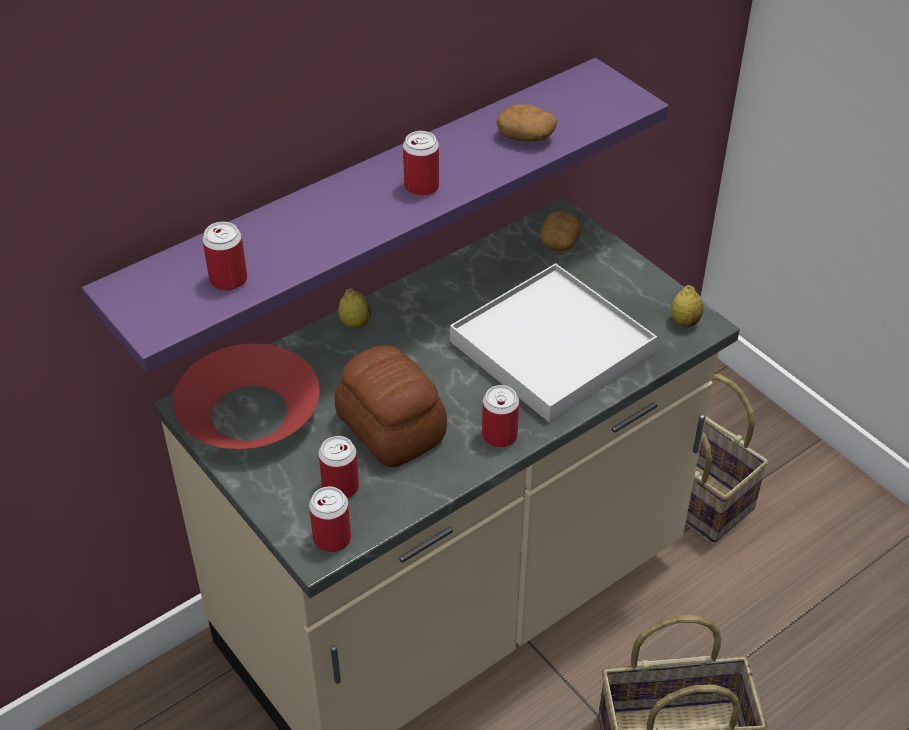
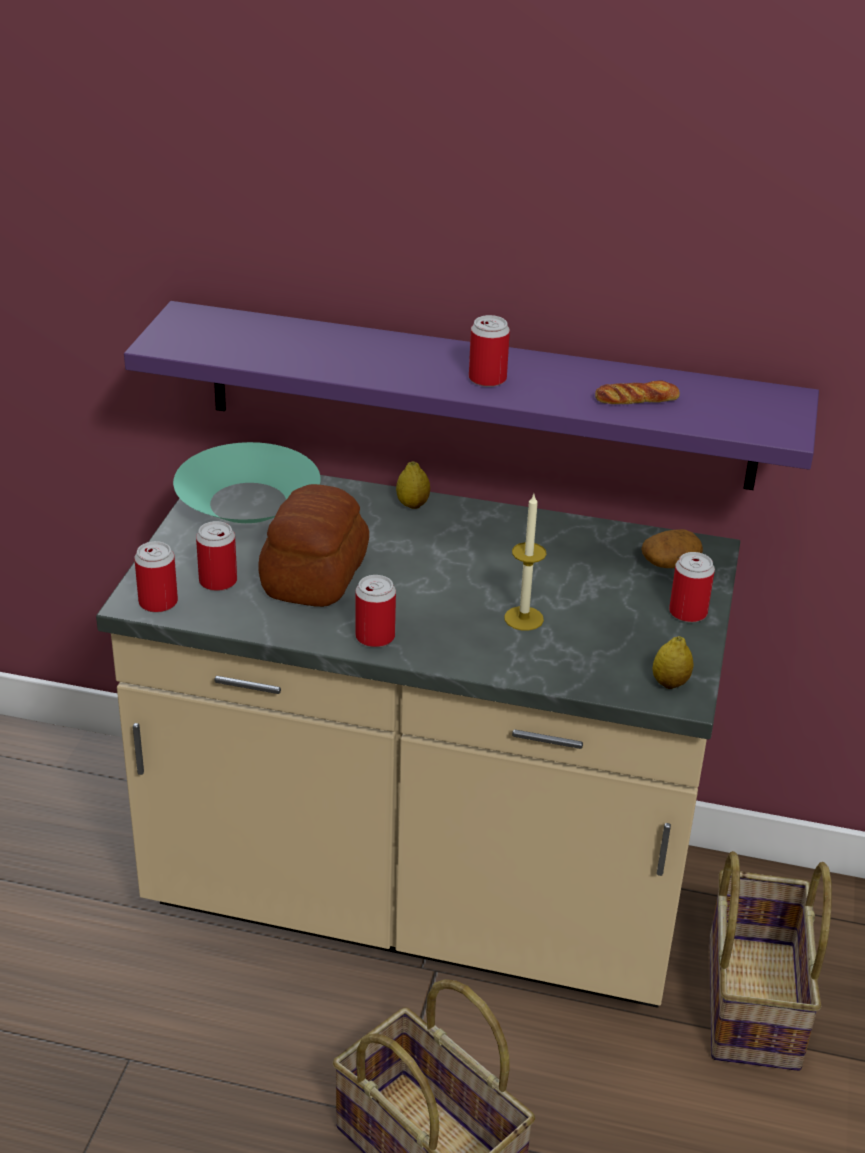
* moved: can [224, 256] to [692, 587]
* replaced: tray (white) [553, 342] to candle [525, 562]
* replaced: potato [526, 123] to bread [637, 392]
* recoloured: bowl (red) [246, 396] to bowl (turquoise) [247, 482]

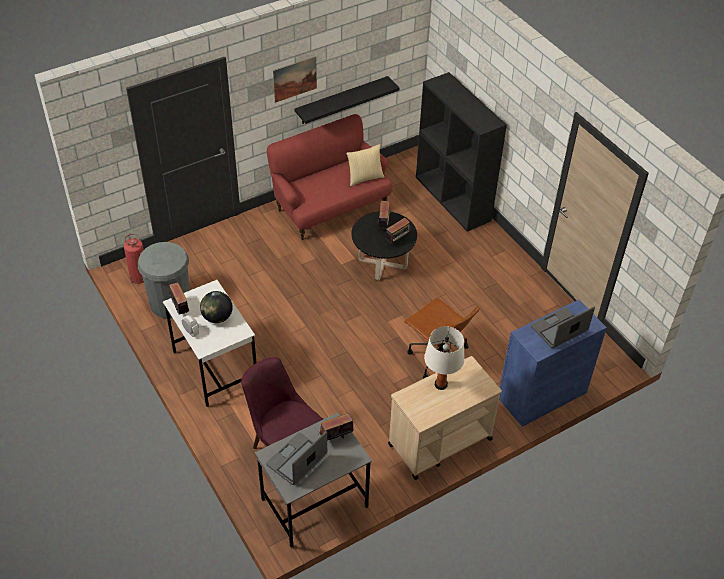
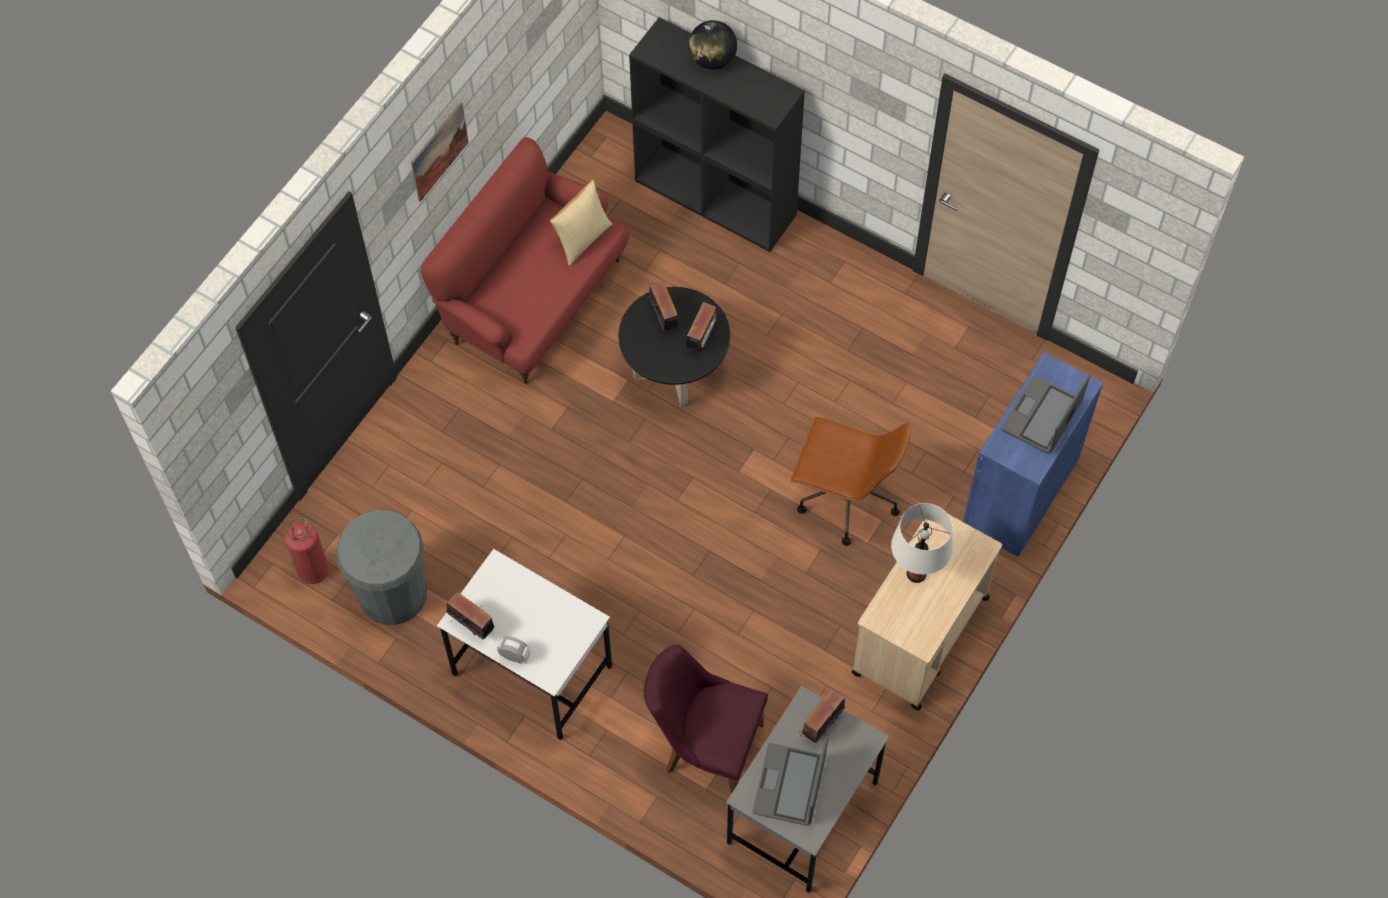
* removed: shelf (black) [347, 100]
* moved: globe [216, 307] to [712, 45]

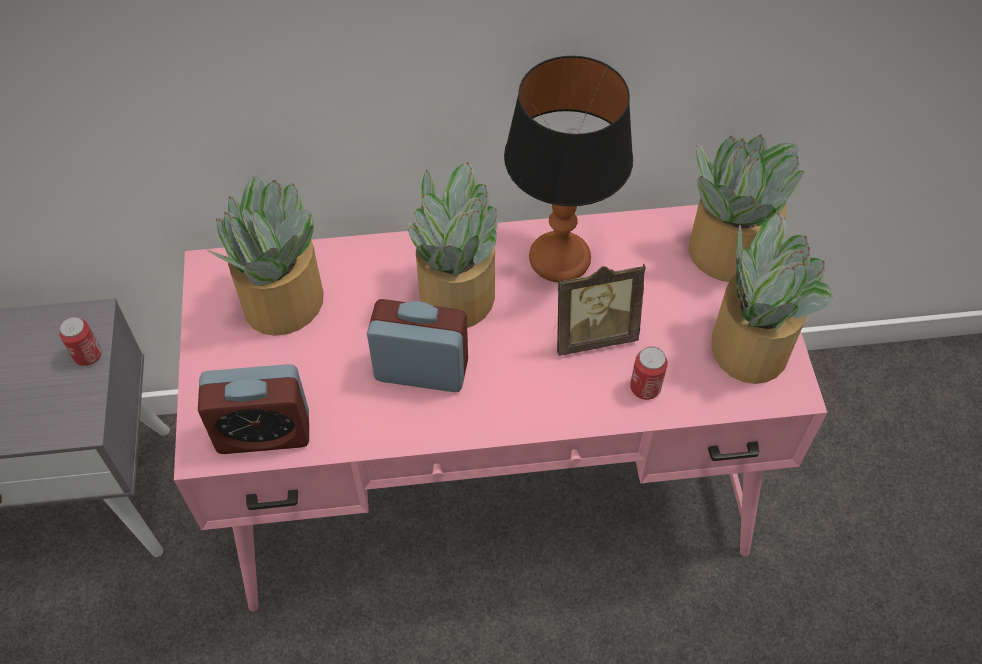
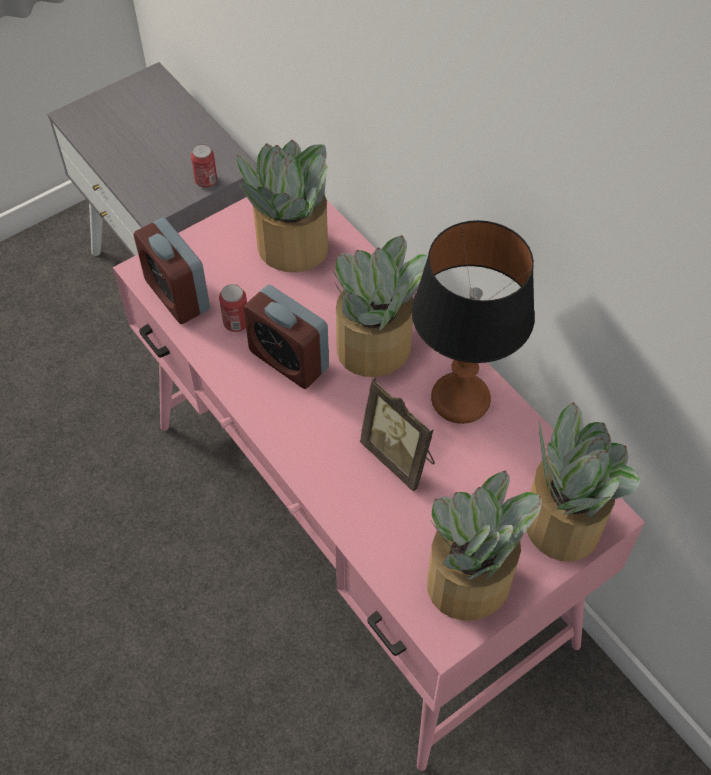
* moved: can [649, 373] to [233, 308]
* turned: alarm clock [417, 345] = [286, 337] 150 degrees clockwise

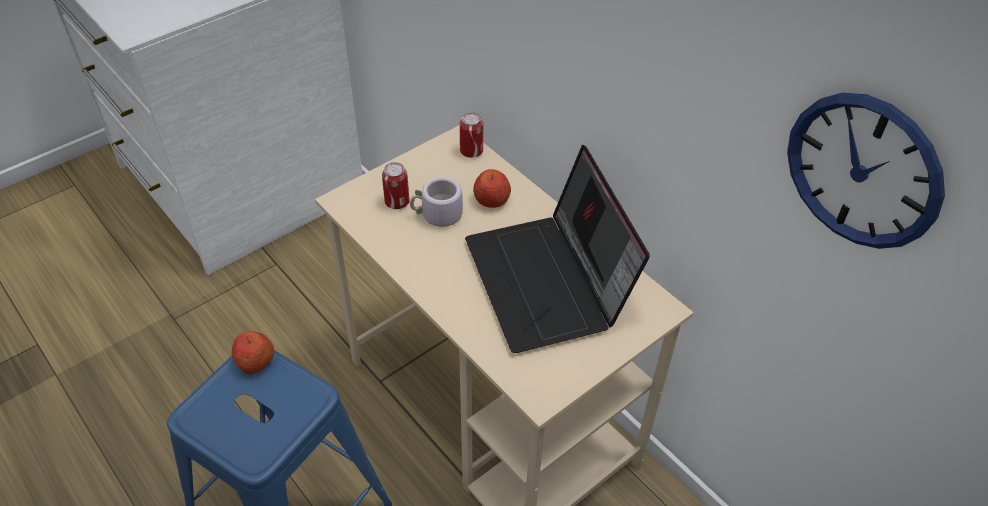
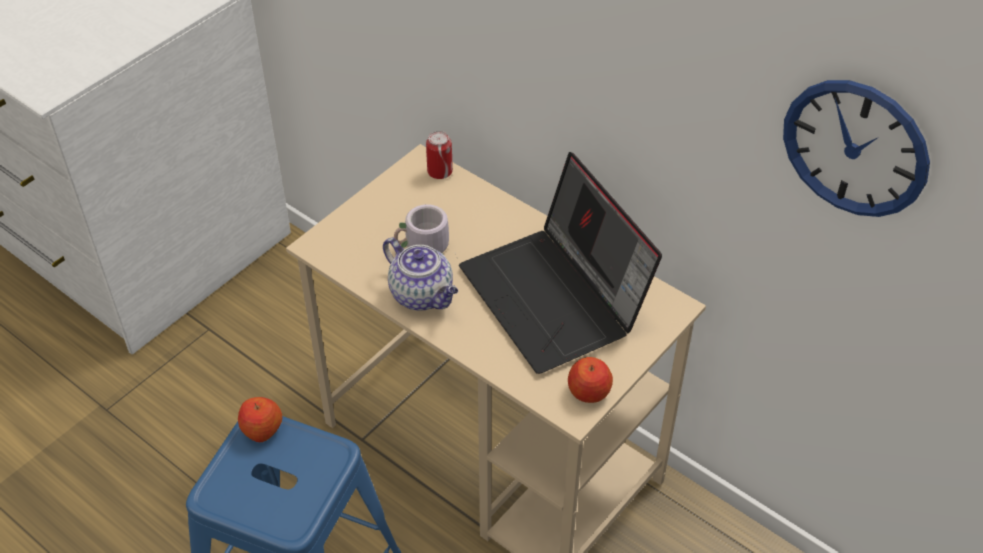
* removed: can [395, 185]
* added: teapot [420, 274]
* moved: apple [492, 188] to [590, 380]

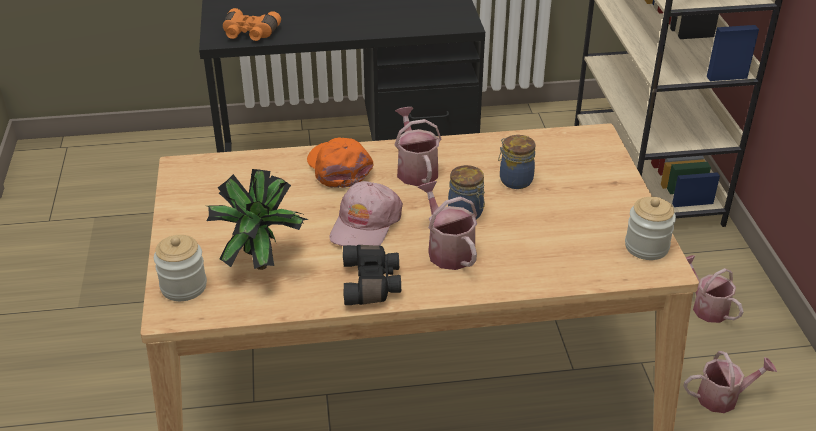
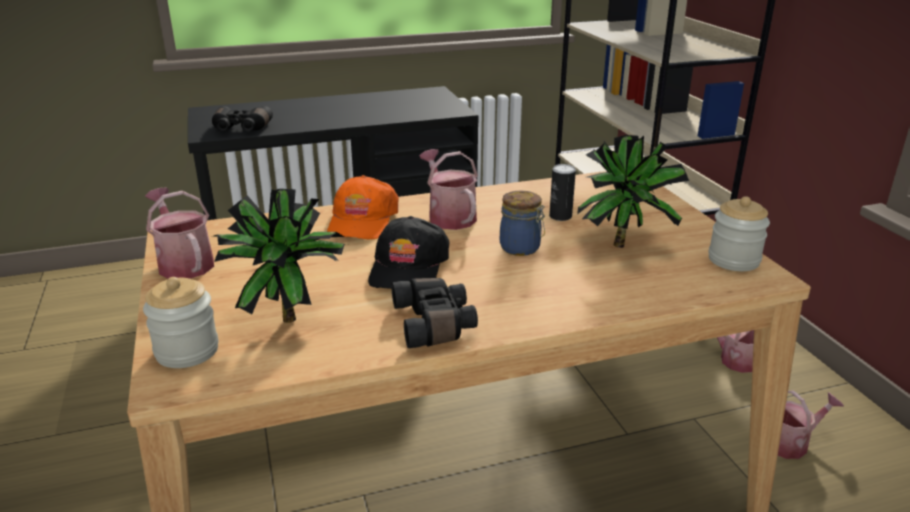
* added: potted plant [633, 191]
* moved: watering can [447, 225] to [179, 233]
* replaced: jar [517, 162] to can [562, 192]
* recoloured: binoculars (orange) [252, 24] to binoculars (black) [242, 119]
* recoloured: cap (pink) [366, 213] to cap (black) [408, 252]
* turned: cap (orange) [340, 163] = [363, 207] 135 degrees counterclockwise

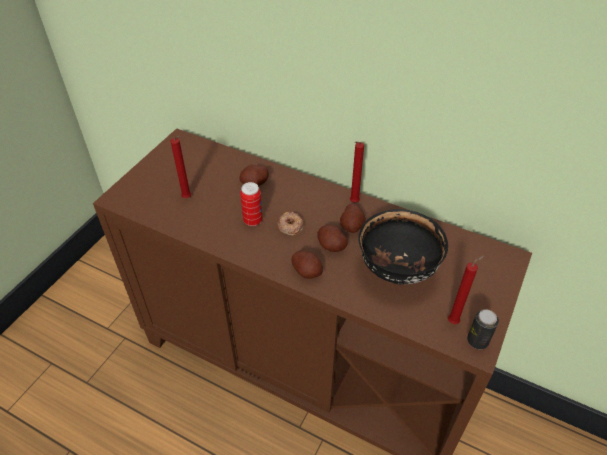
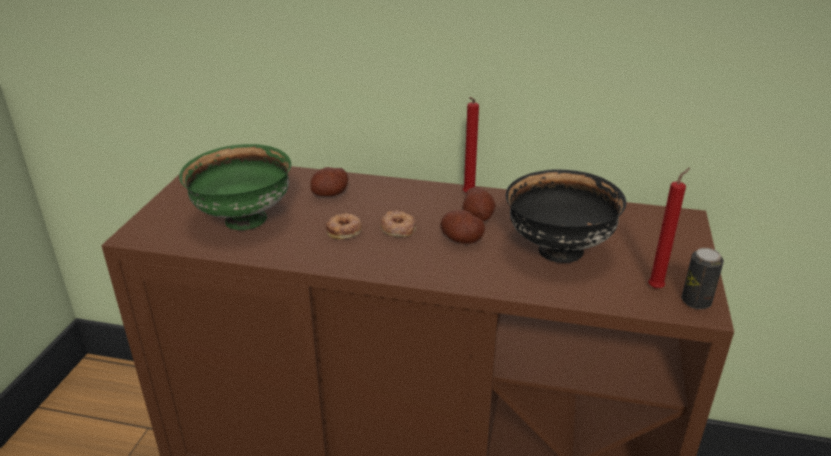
* removed: potato [307, 264]
* replaced: candle (red) [181, 167] to bowl (green) [235, 187]
* replaced: can [251, 204] to donut [344, 226]

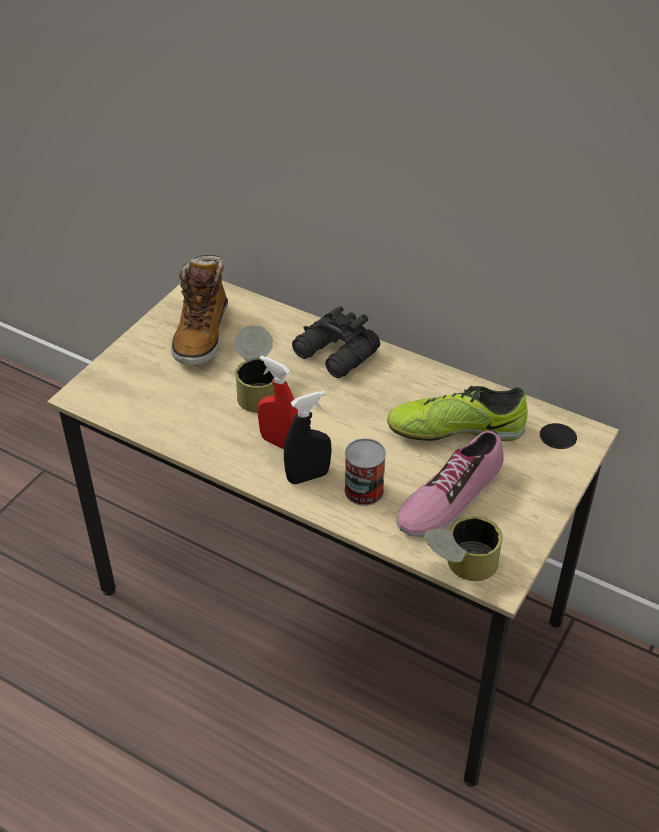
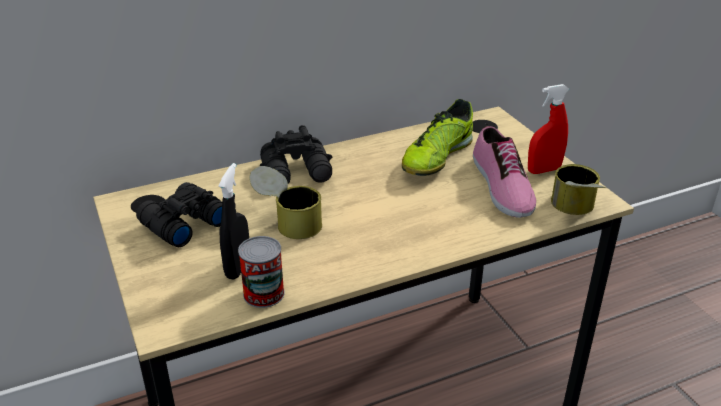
* moved: spray bottle (red) [278, 402] to [549, 129]
* moved: spray bottle (black) [307, 437] to [234, 221]
* moved: can [365, 472] to [261, 272]
* replaced: boot [199, 310] to binoculars (black) [179, 214]

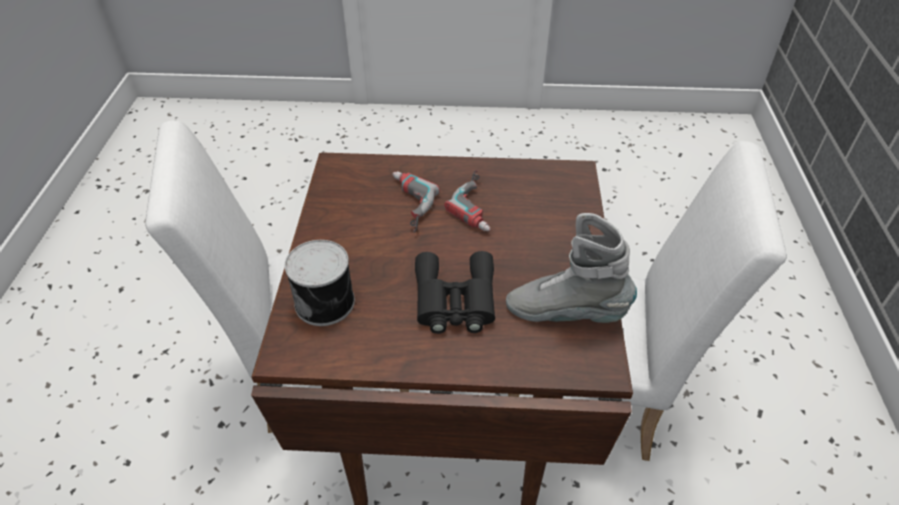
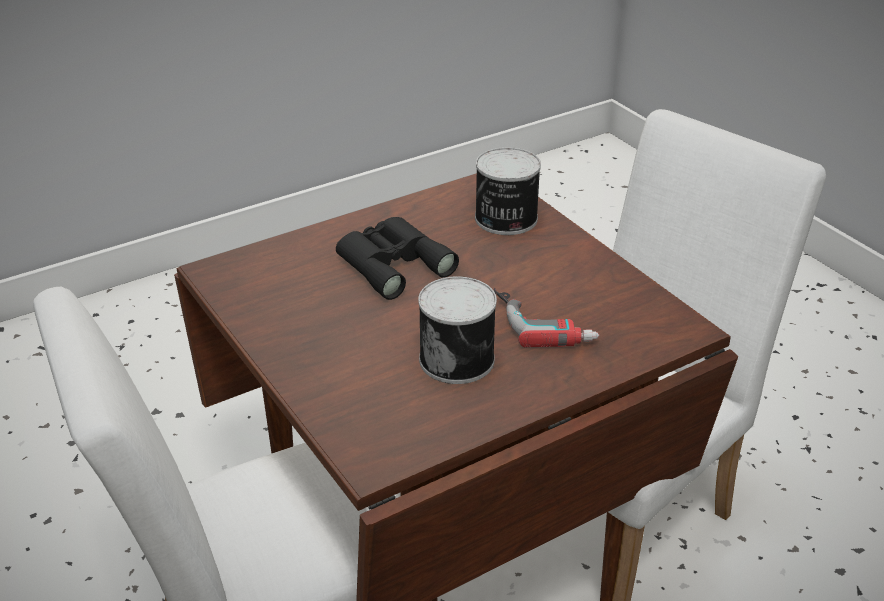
* removed: boot (grey) [571, 268]
* replaced: power drill [467, 200] to can [457, 330]

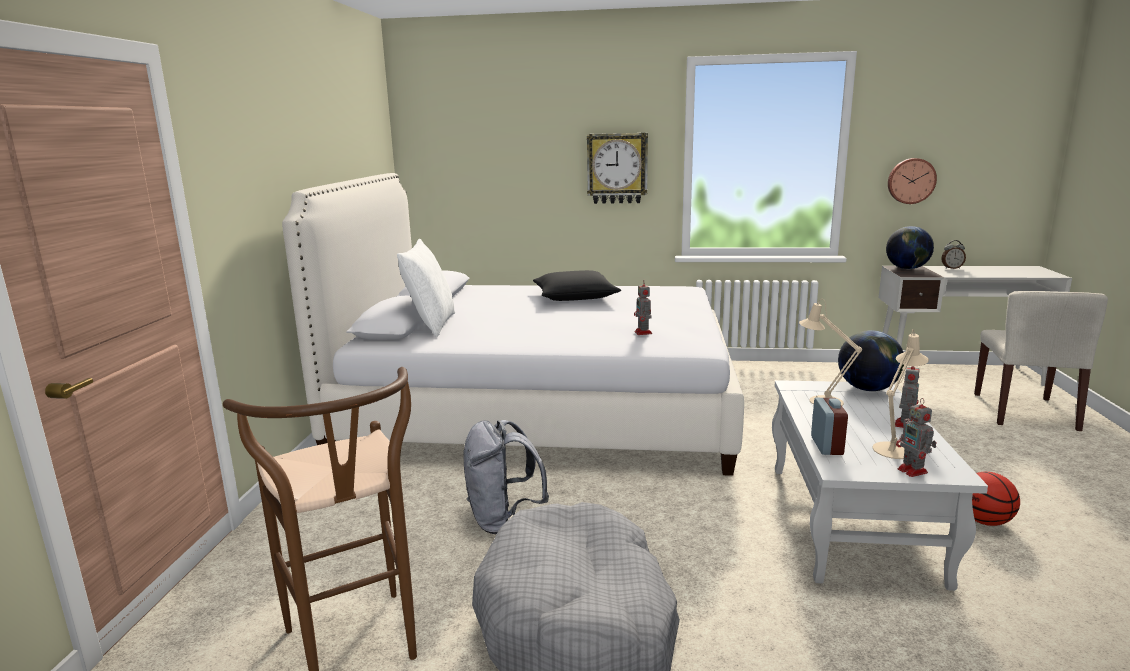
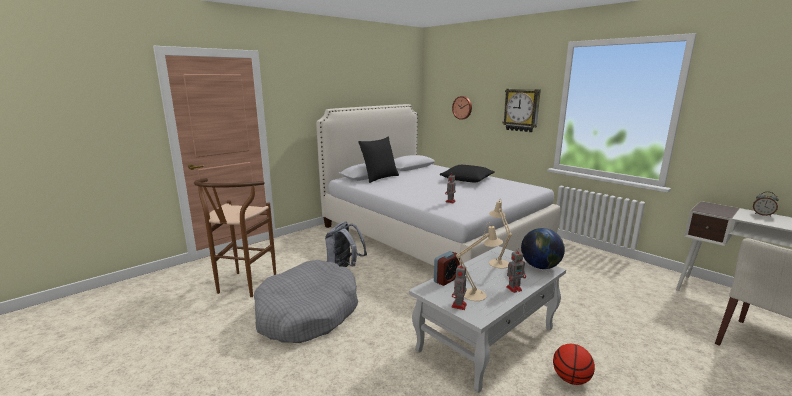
* removed: globe [910, 247]
* moved: wall clock [912, 181] to [462, 108]
* recoloured: pillow (white) [426, 288] to pillow (black) [378, 160]

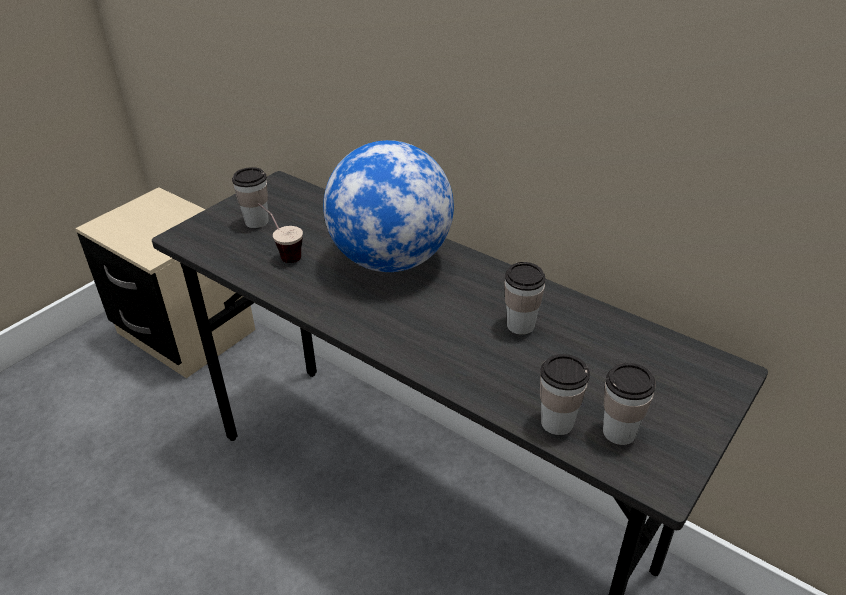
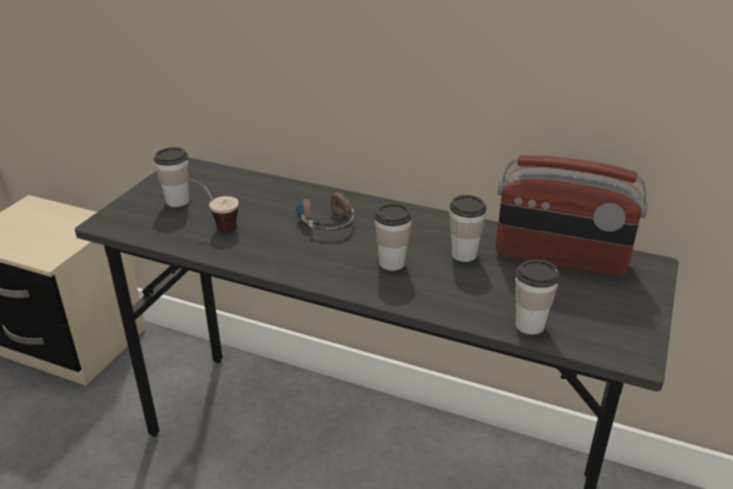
* added: radio [572, 215]
* moved: cup [629, 404] to [393, 237]
* replaced: globe [388, 206] to headphones [325, 210]

